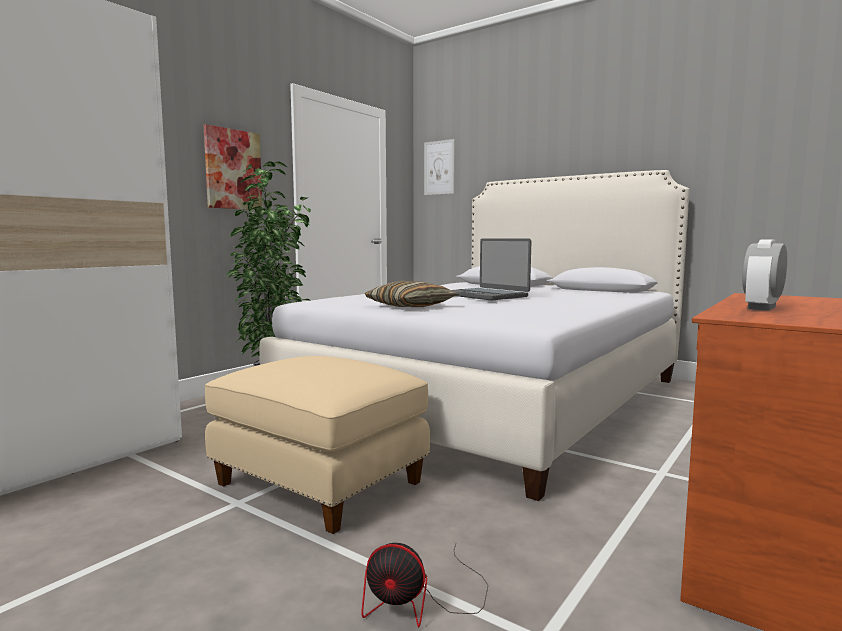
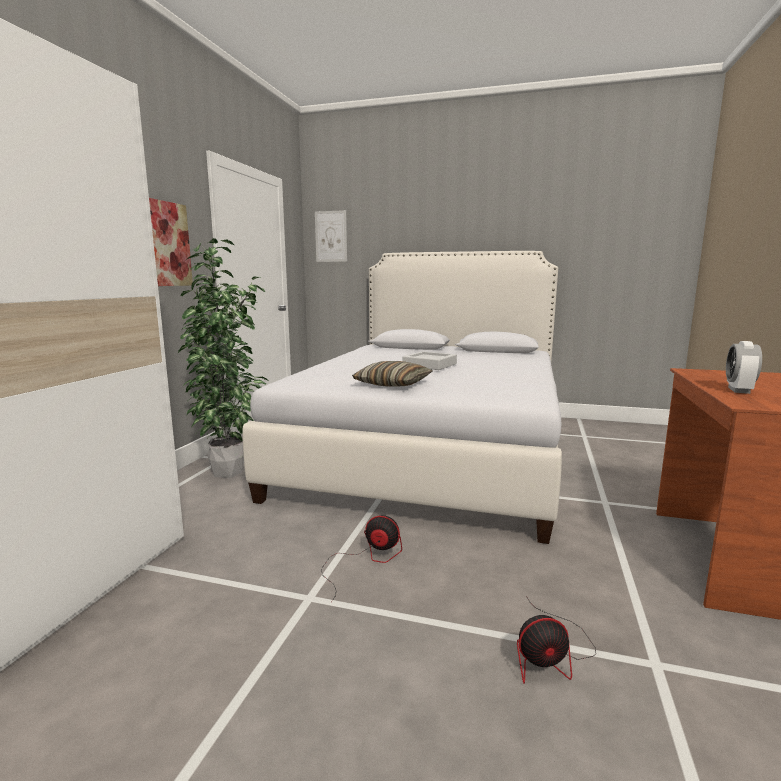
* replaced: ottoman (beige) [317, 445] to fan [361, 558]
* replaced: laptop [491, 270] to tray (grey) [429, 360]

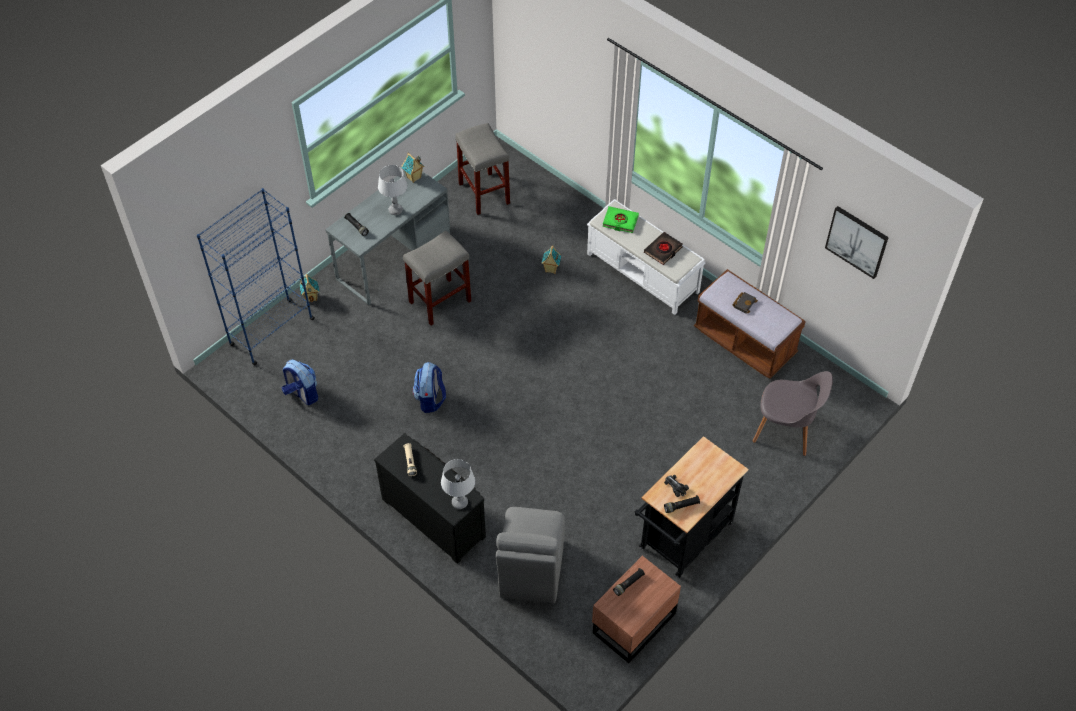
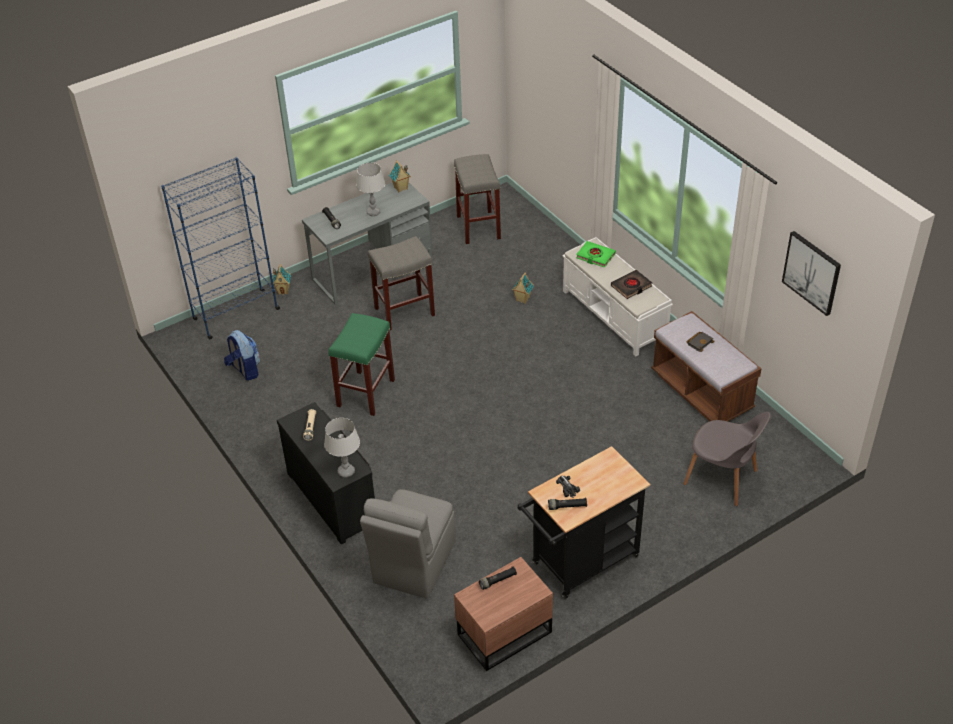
* replaced: backpack [429, 387] to stool (green) [361, 364]

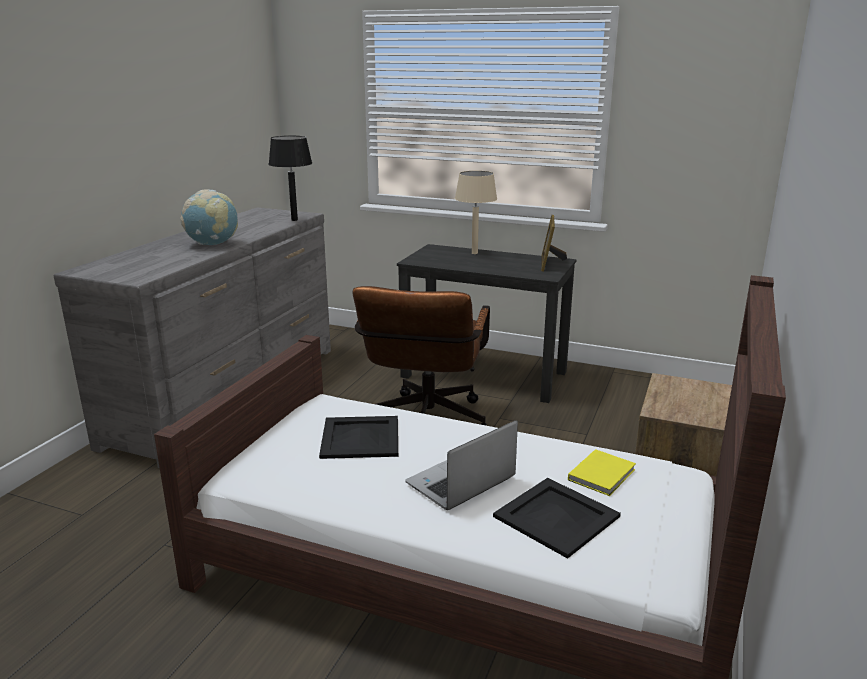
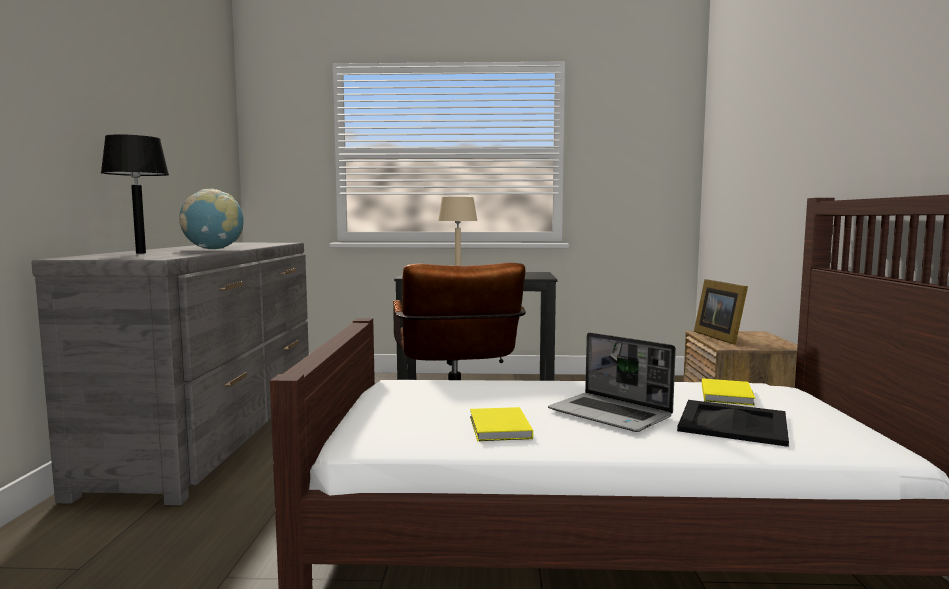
* removed: tray (black) [358, 437]
* added: book (yellow) [501, 424]
* moved: table lamp (black) [290, 178] to [135, 194]
* moved: picture frame [554, 243] to [721, 312]
* turned: laptop [461, 465] = [612, 382] 75 degrees counterclockwise

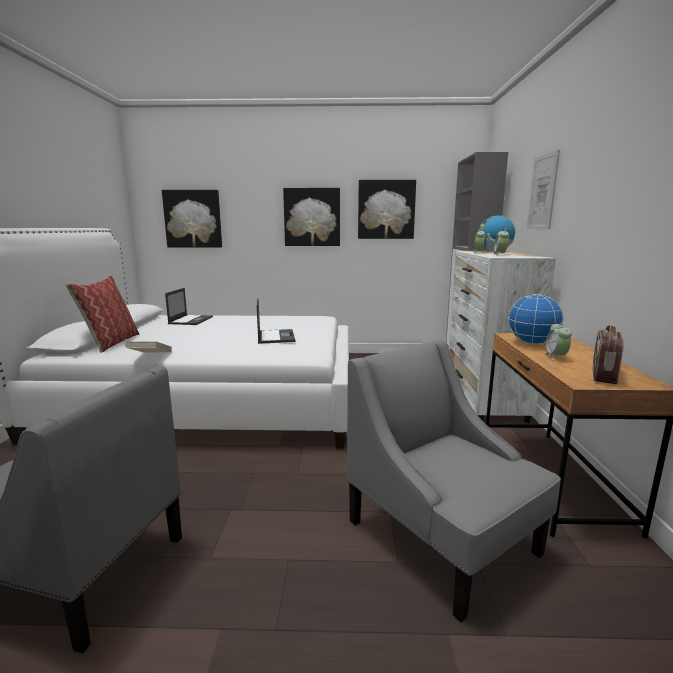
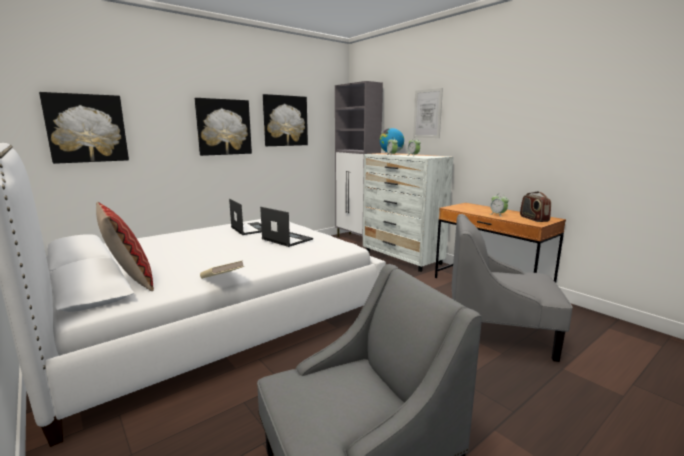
* removed: globe [536, 319]
* moved: laptop [189, 306] to [245, 217]

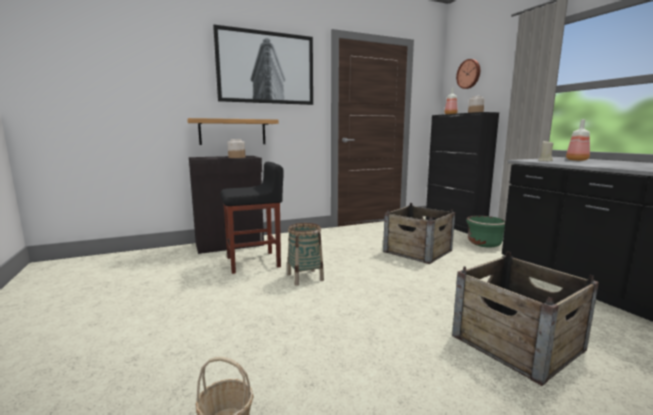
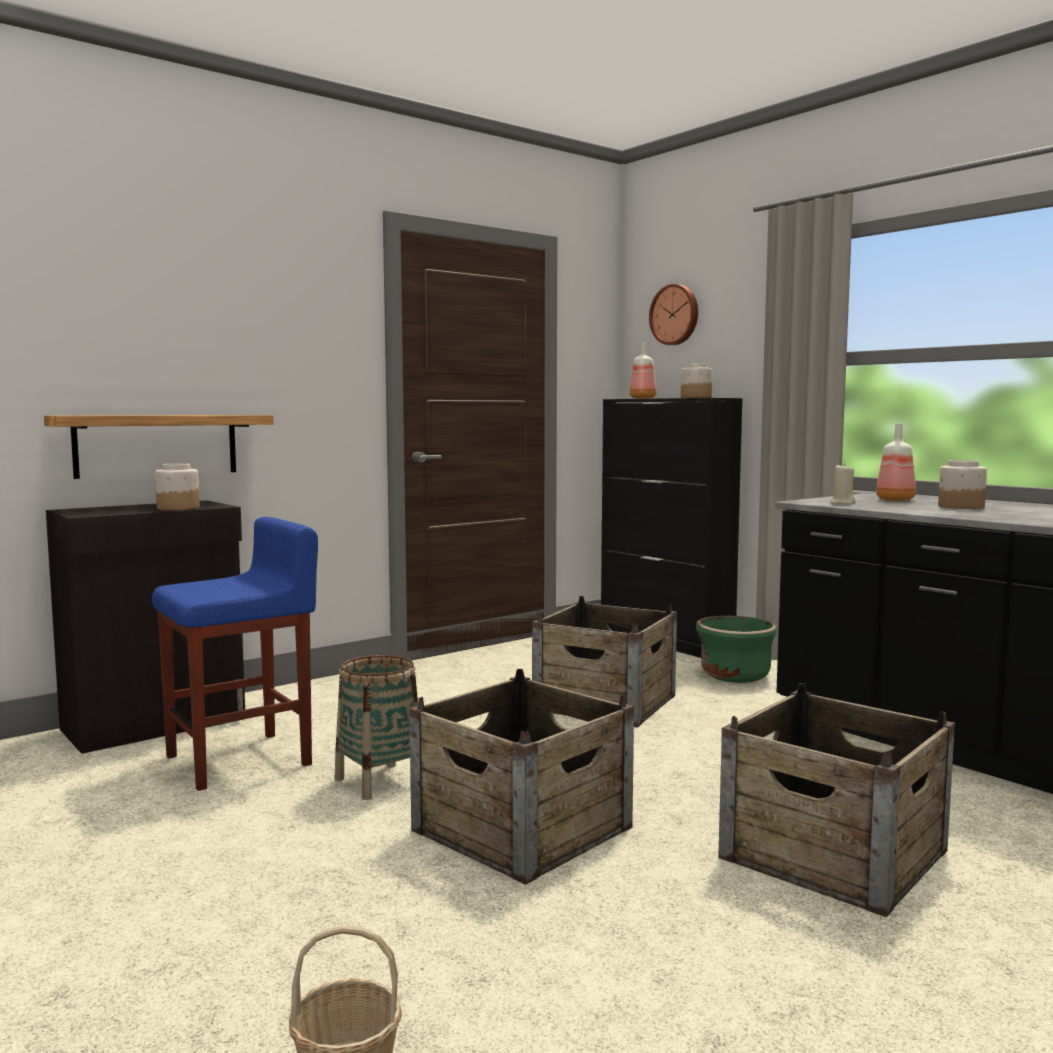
* removed: picture [263, 65]
* added: crate [521, 777]
* added: jar [962, 484]
* recoloured: stool (black) [252, 218] to stool (blue) [235, 654]

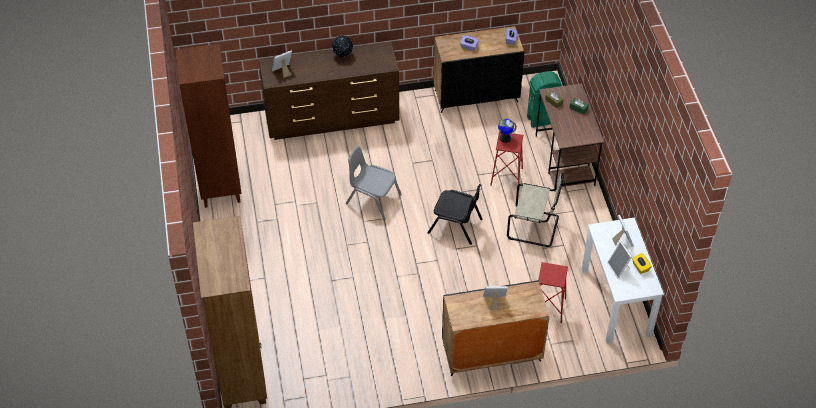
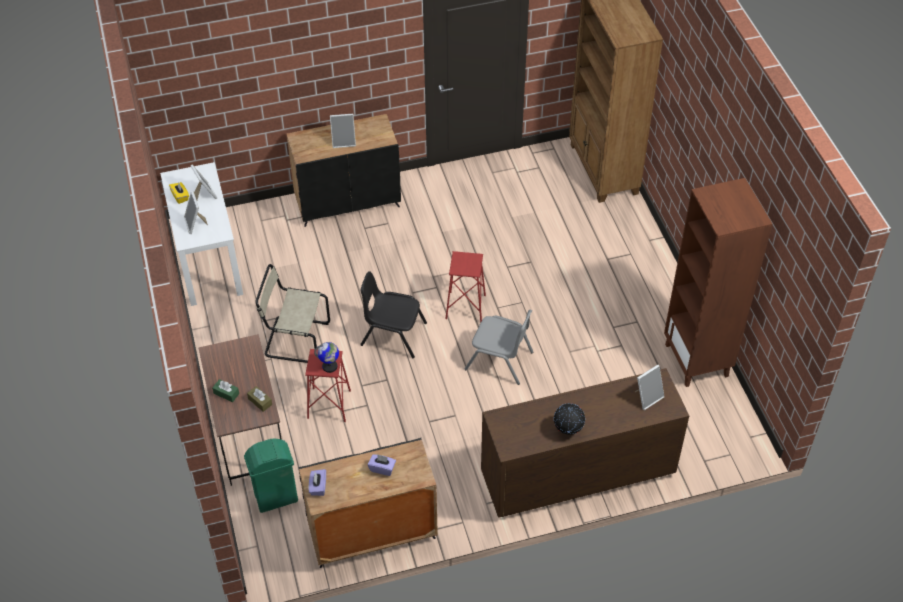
* moved: stool (red) [553, 292] to [466, 287]

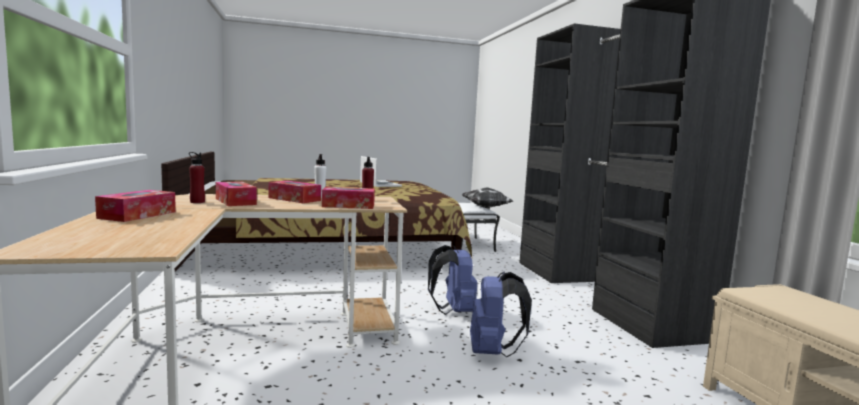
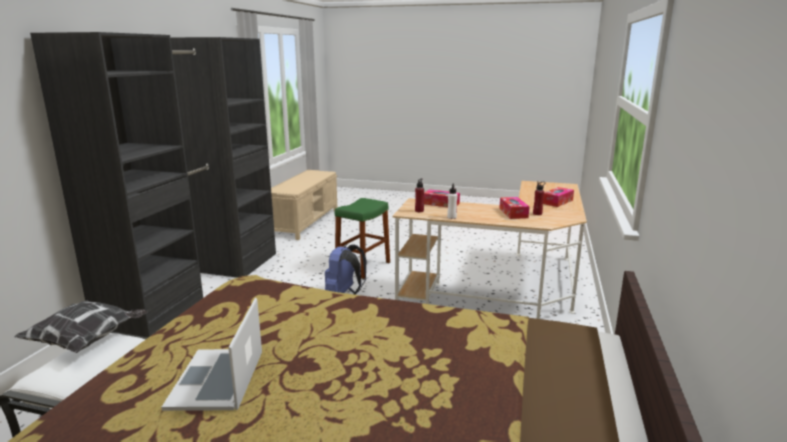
* removed: tissue box [294, 192]
* replaced: backpack (blue) [501, 314] to stool (green) [362, 238]

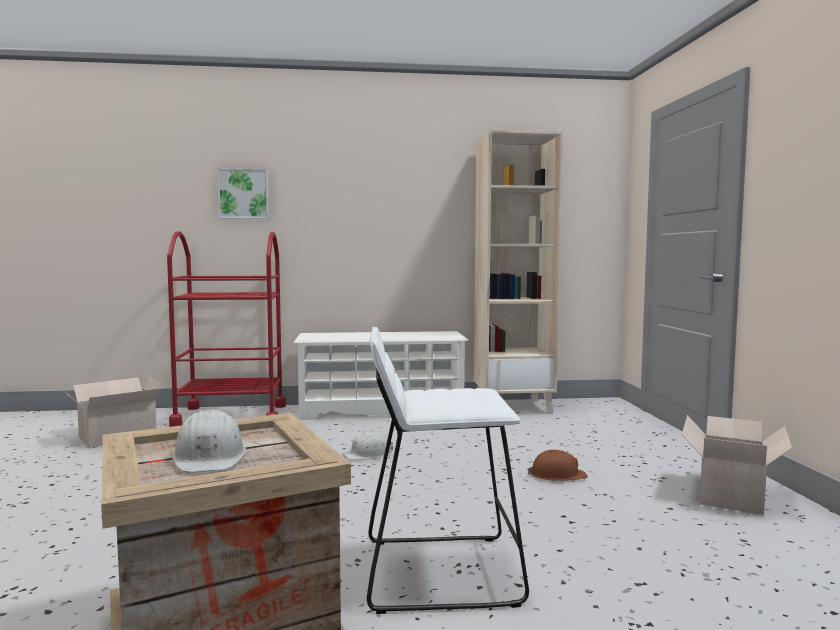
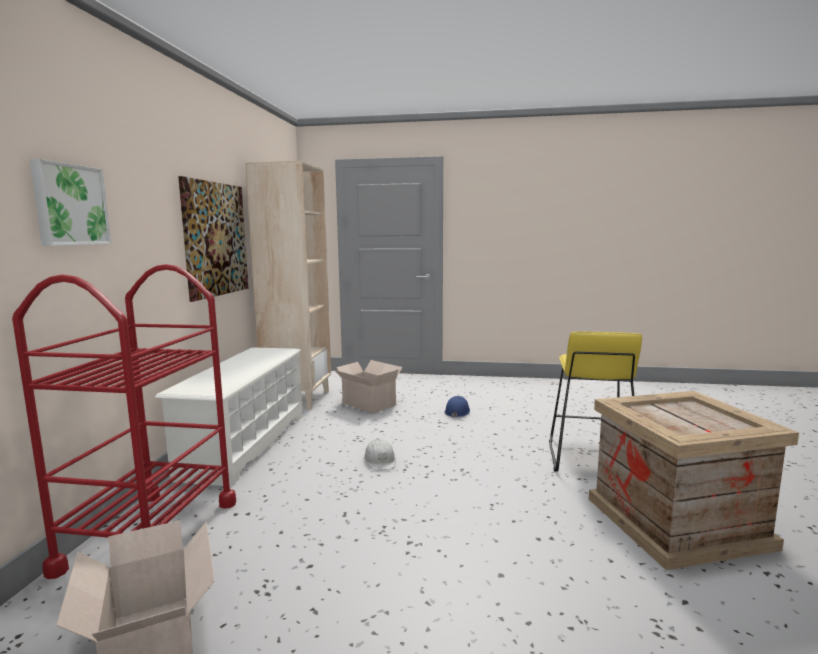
* removed: hard hat (white) [209, 441]
* added: picture [213, 239]
* moved: cardboard box [737, 465] to [368, 386]
* recoloured: stool (white) [448, 470] to stool (yellow) [595, 401]
* recoloured: hard hat (brown) [557, 465] to hard hat (blue) [457, 407]

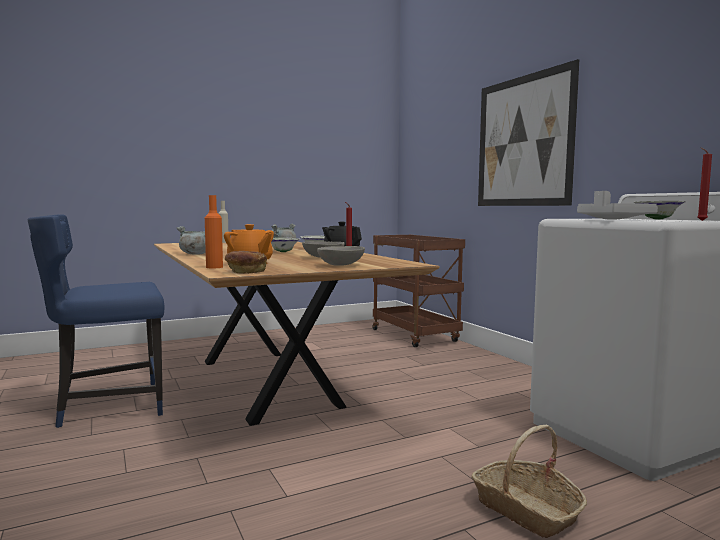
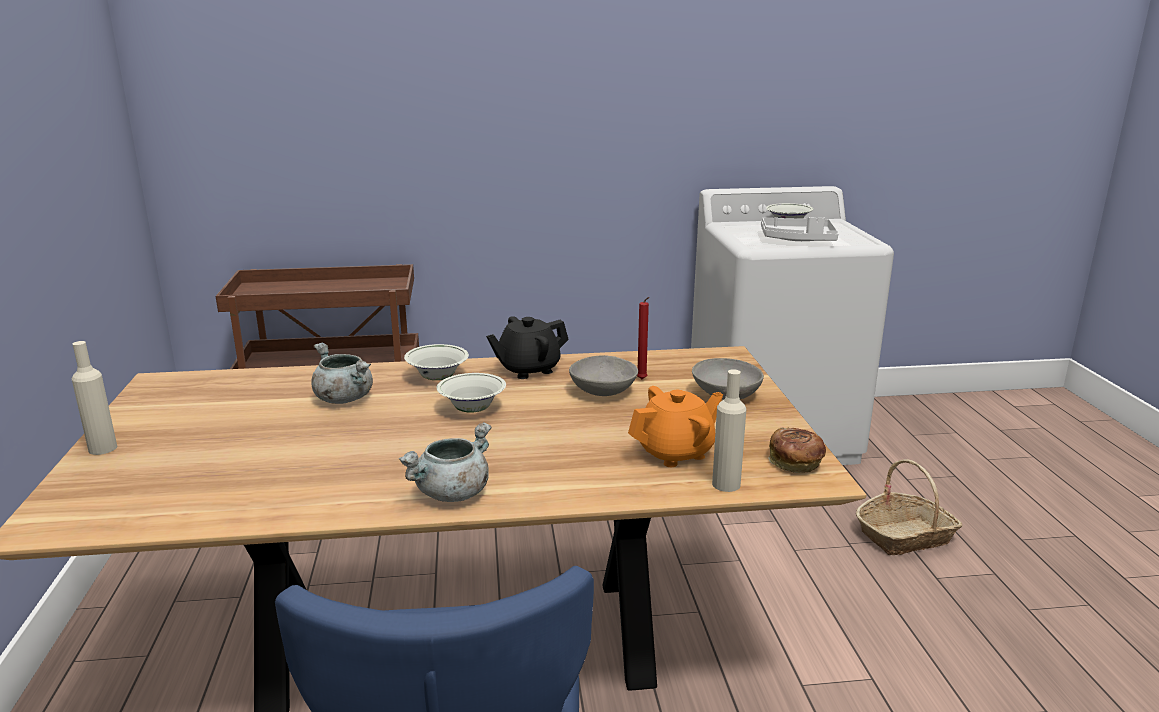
* removed: picture [528, 132]
* removed: candle (red) [704, 184]
* recoloured: bottle (orange) [214, 231] to bottle (beige) [729, 430]

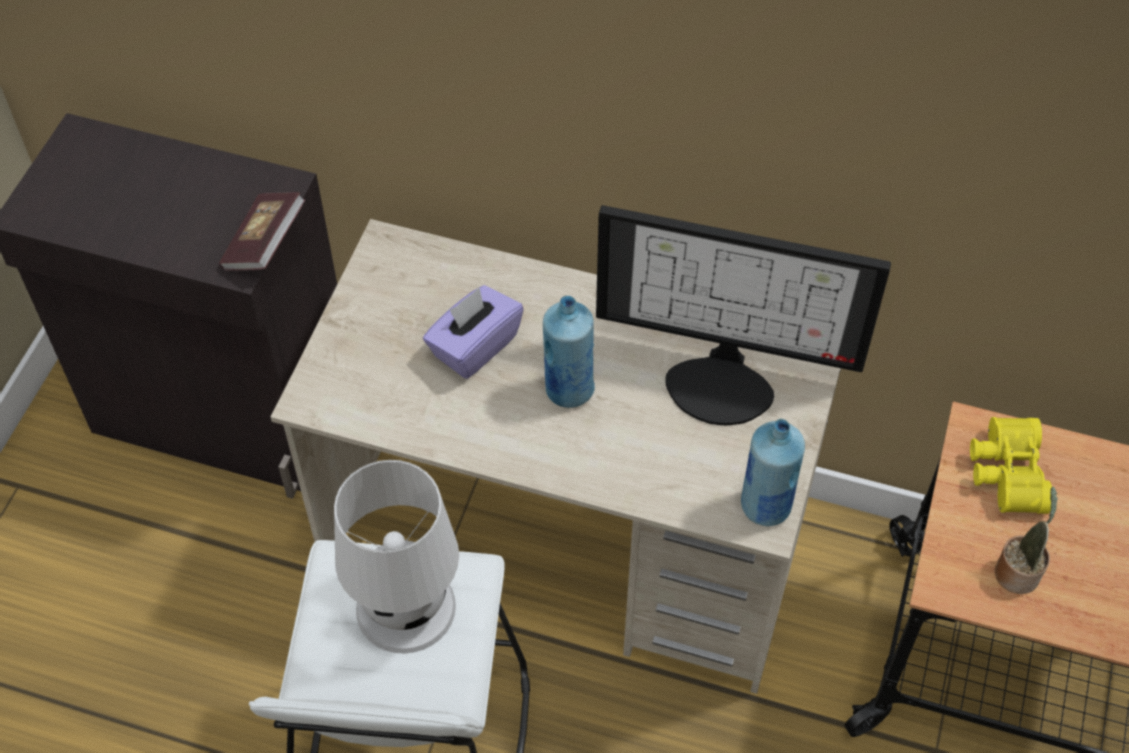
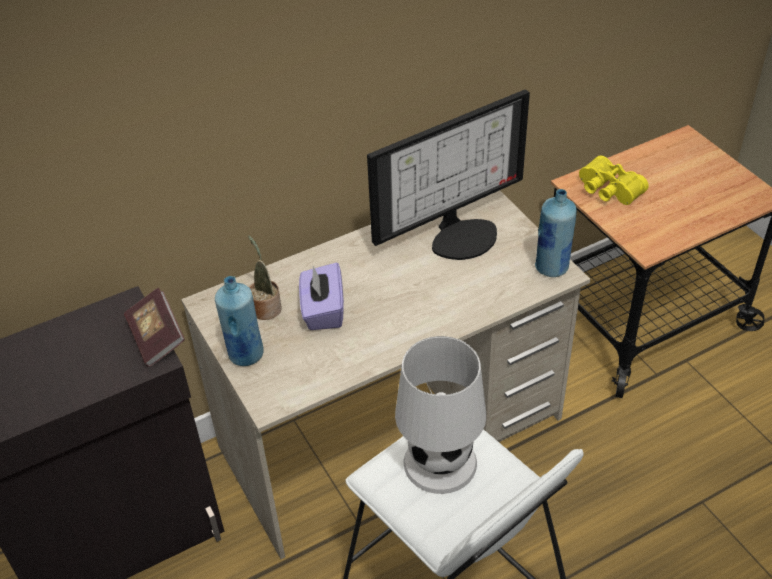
* moved: bottle (blue) [569, 352] to [239, 321]
* moved: potted plant [1026, 540] to [265, 277]

